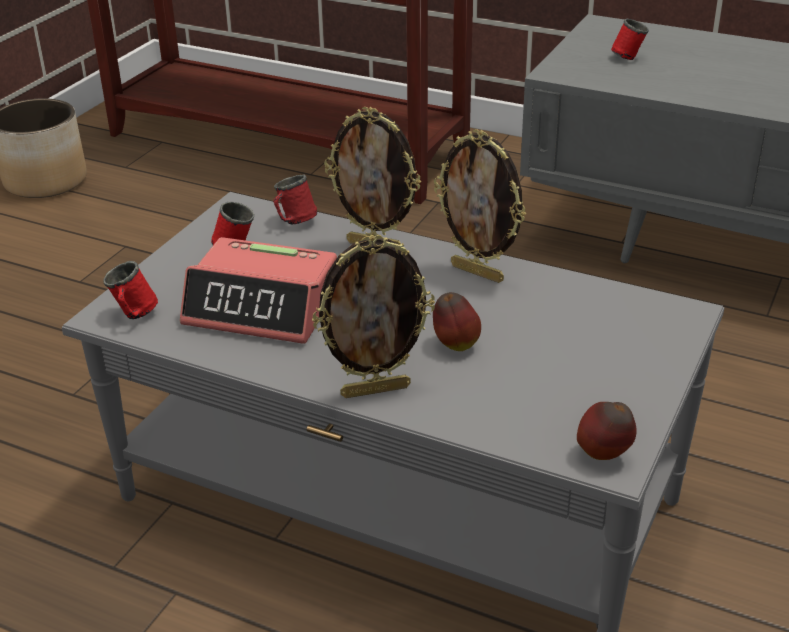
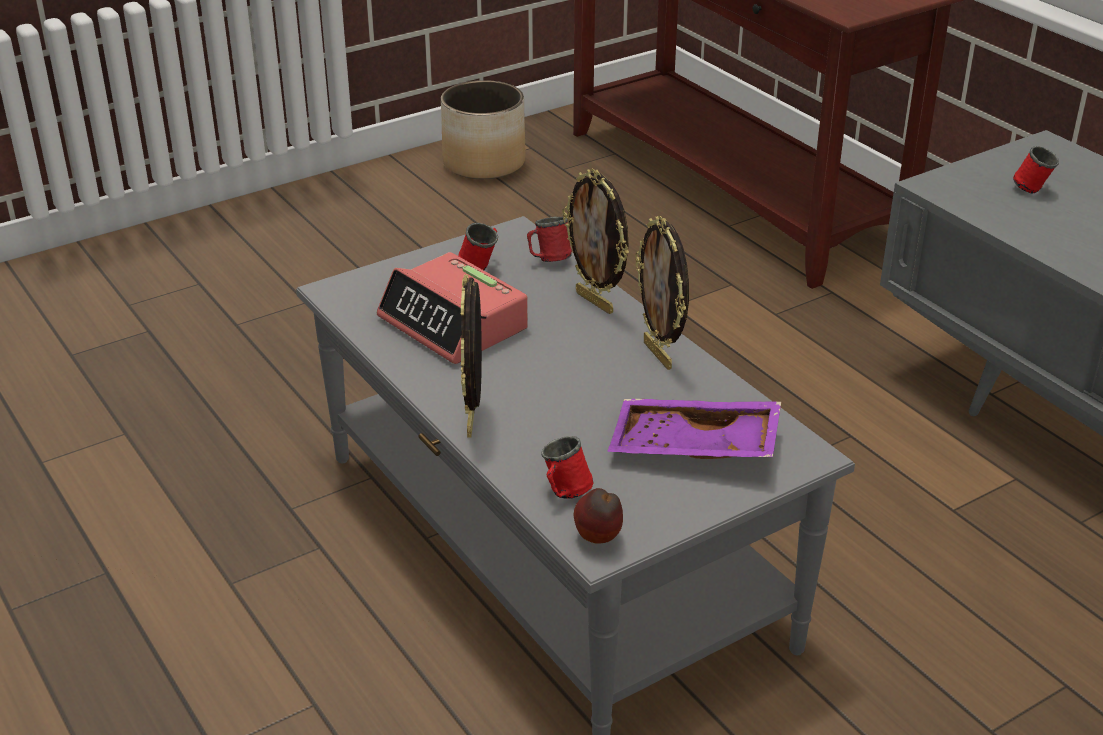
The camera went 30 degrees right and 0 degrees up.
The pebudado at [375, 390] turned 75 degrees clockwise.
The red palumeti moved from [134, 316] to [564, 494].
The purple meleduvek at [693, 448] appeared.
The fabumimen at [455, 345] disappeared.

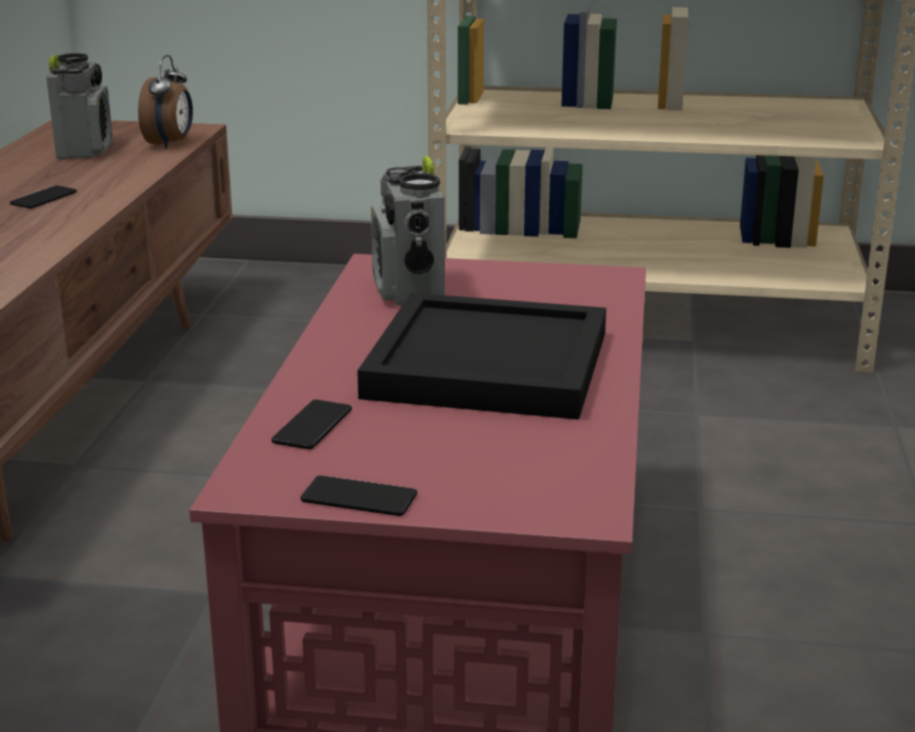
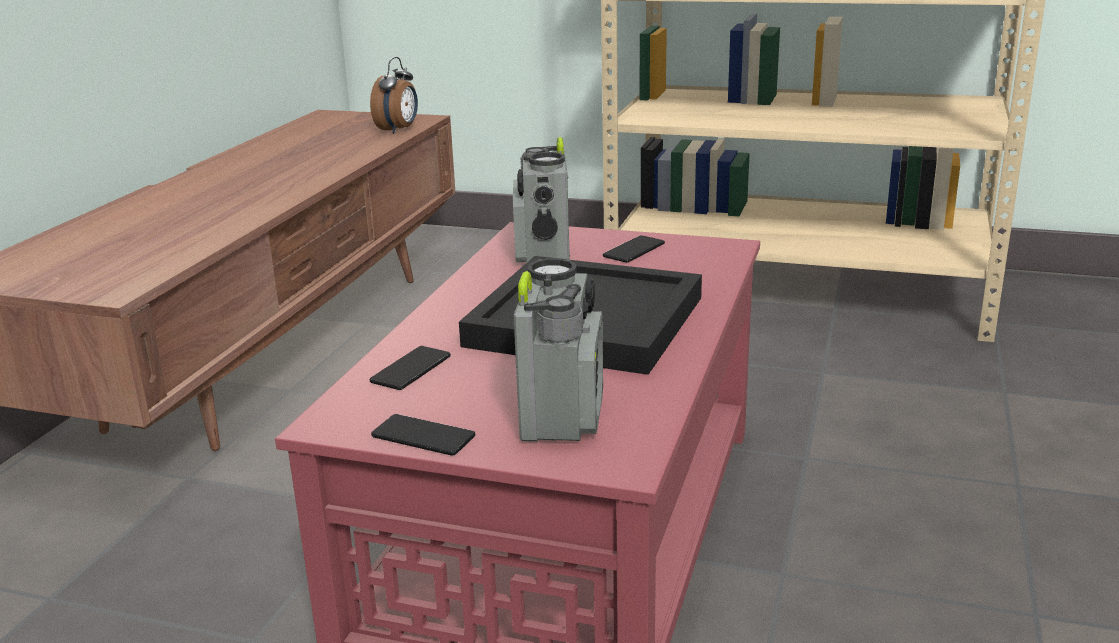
The camera went 10 degrees right and 0 degrees up.
The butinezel moved from [85, 150] to [562, 415].
The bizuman moved from [44, 198] to [634, 250].

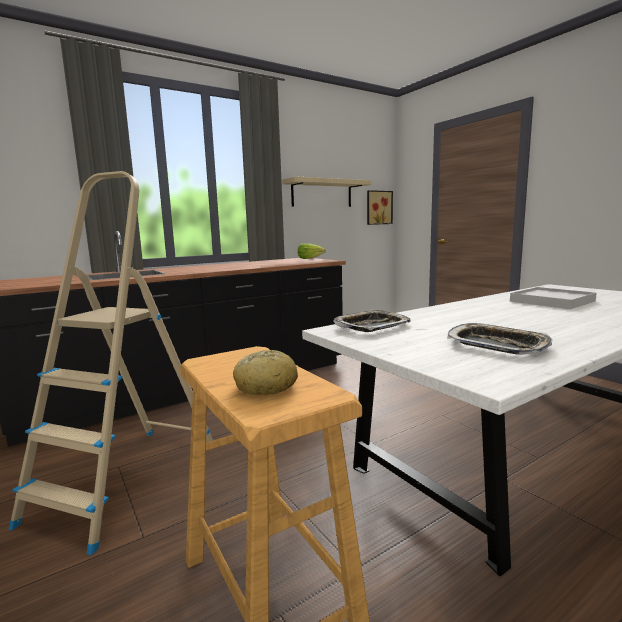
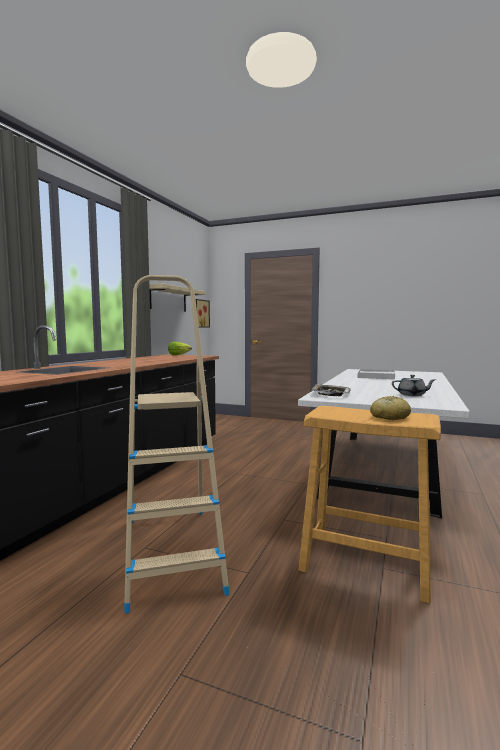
The camera went 35 degrees left and 5 degrees down.
The meleduvek at [496, 345] was replaced by the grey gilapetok at [412, 395].

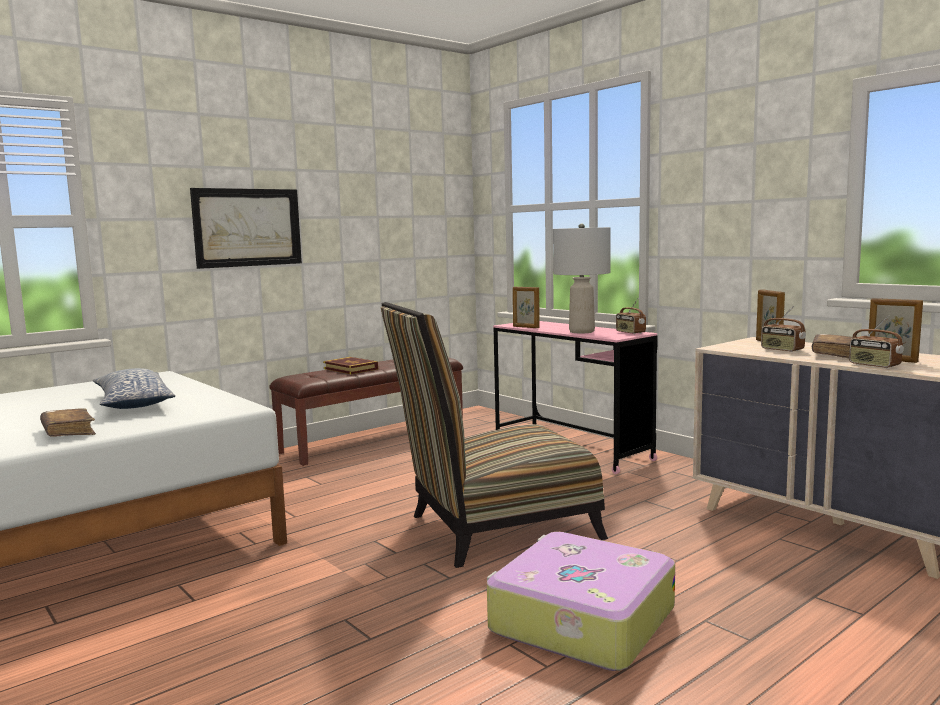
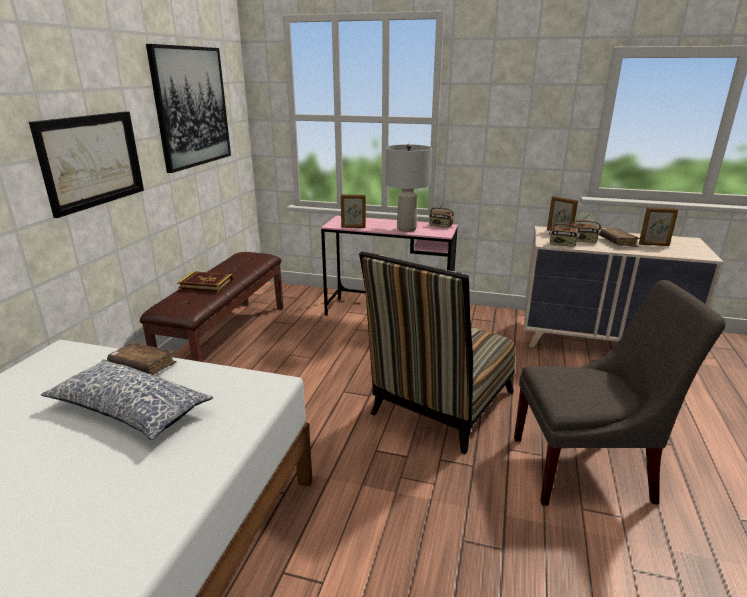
The camera went 35 degrees left and 15 degrees up.
The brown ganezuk moved from [68, 432] to [143, 366].
The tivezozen at [191, 107] appeared.
The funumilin at [580, 620] was replaced by the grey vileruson at [587, 468].
The butinezel moved from [874, 365] to [562, 244].

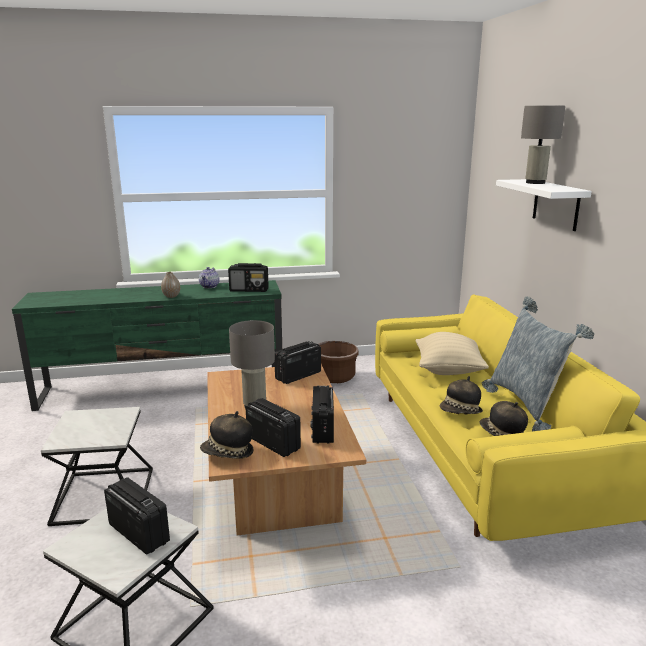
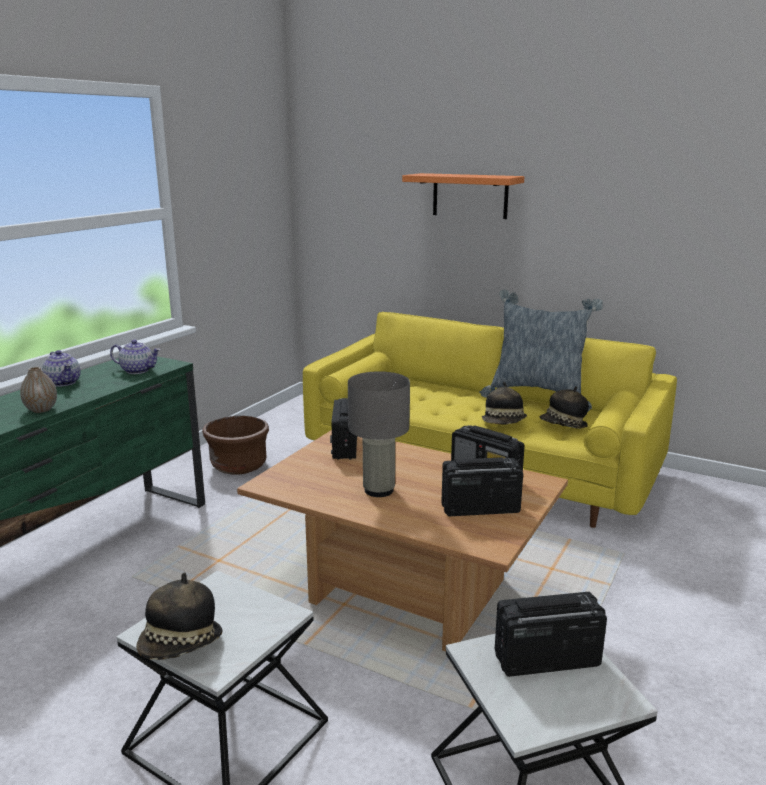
The camera went 50 degrees left and 0 degrees up.
The butinezel at [249, 290] was replaced by the gilapetok at [138, 370].
The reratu moved from [228, 454] to [181, 646].
The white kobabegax at [556, 204] became the orange kobabegax at [470, 196].
The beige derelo at [448, 370] disappeared.
The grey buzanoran at [536, 183] disappeared.

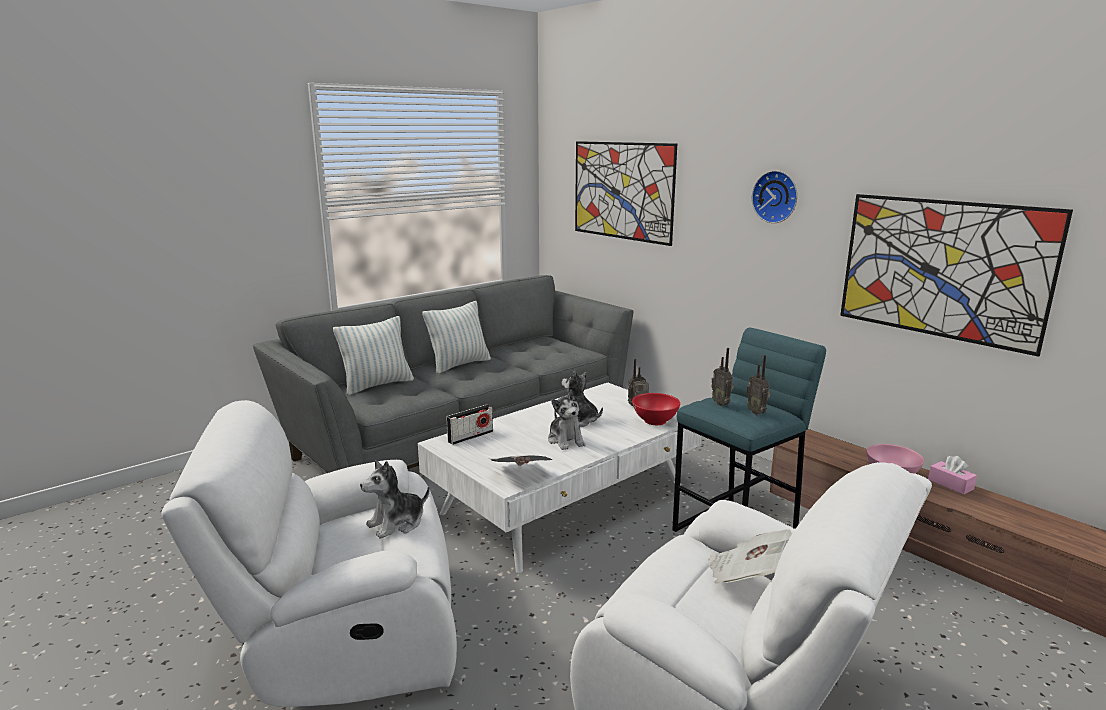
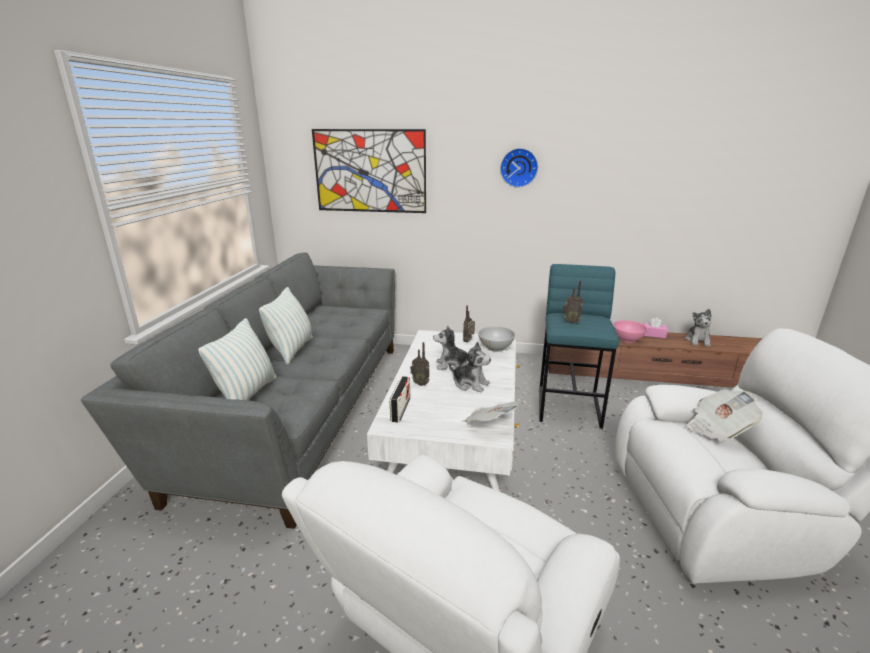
The camera went 40 degrees left and 5 degrees up.
The butinezel moved from [757, 412] to [420, 383].
The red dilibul at [655, 421] became the white dilibul at [496, 348].
The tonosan moved from [397, 523] to [697, 341].
The tivezozen at [942, 269] disappeared.

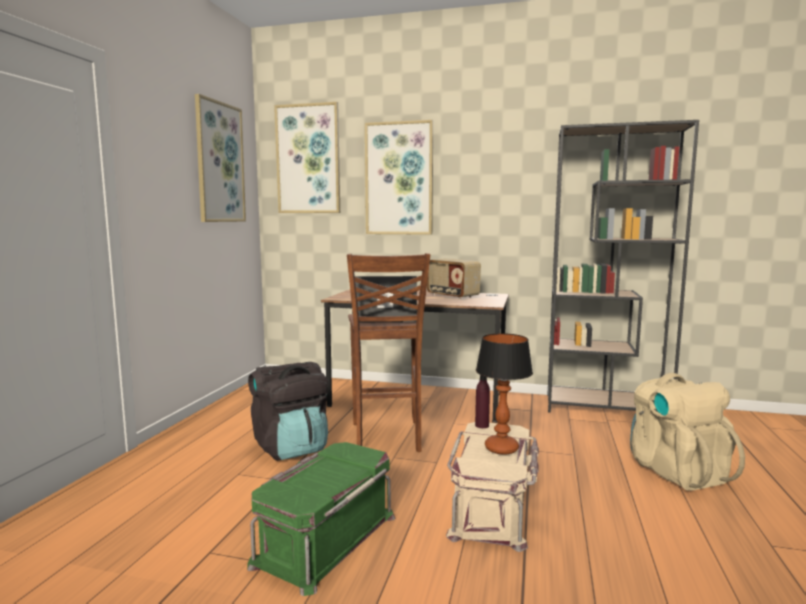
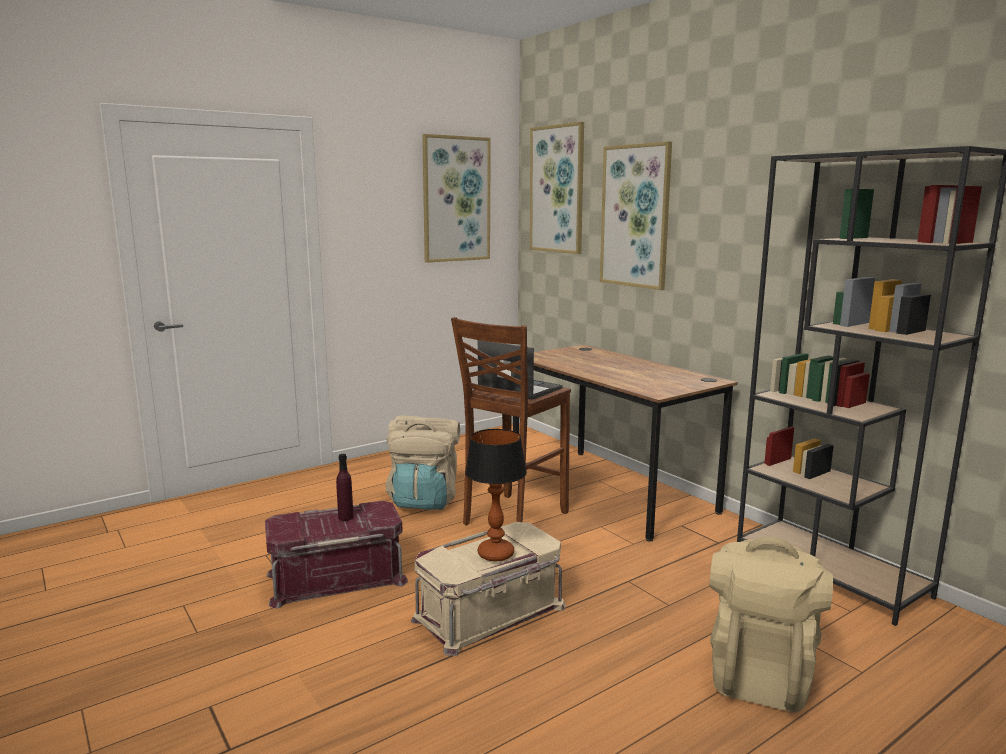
The camera went 40 degrees right and 5 degrees up.
The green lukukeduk at [325, 538] became the red lukukeduk at [336, 577].
The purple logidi moved from [482, 425] to [345, 517].
The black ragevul at [291, 448] became the beige ragevul at [424, 500].
The butinezel at [452, 296] disappeared.

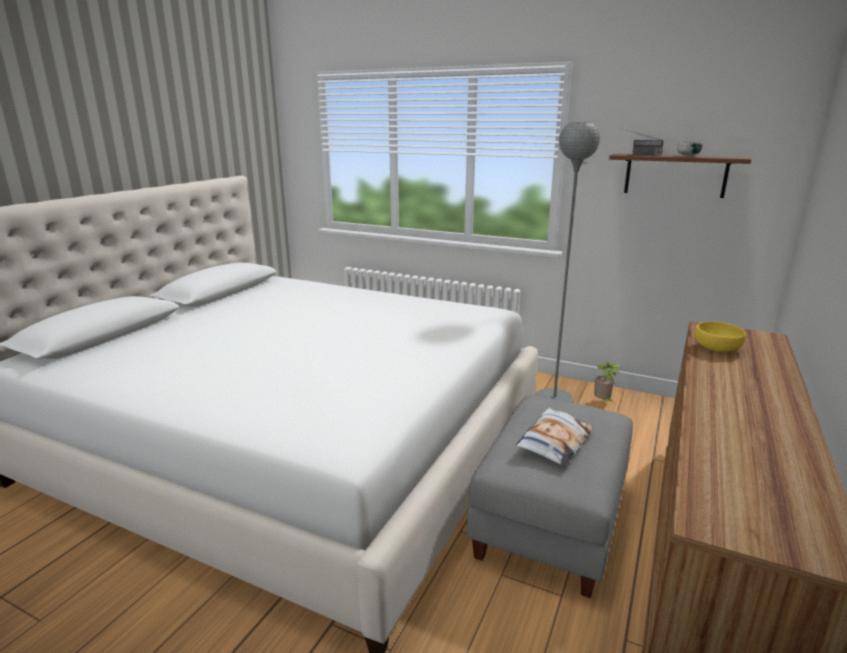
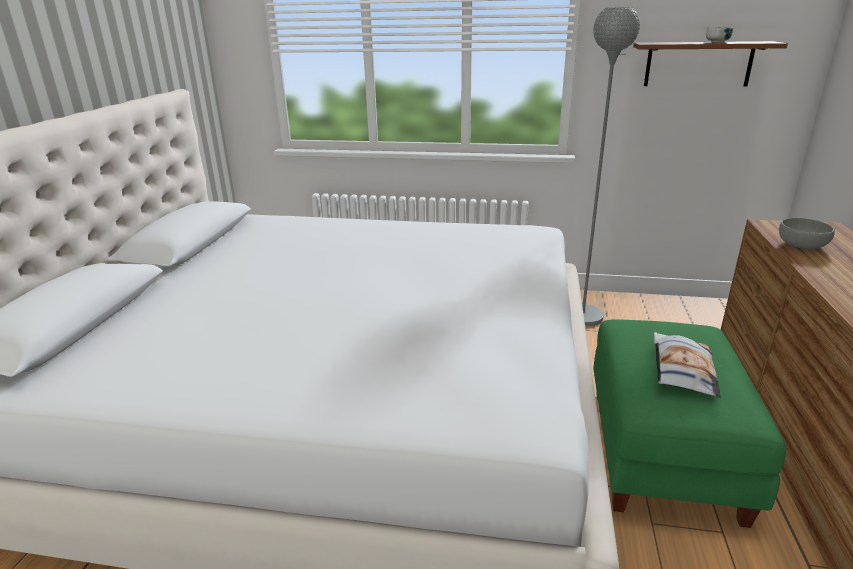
The camera went 15 degrees left and 5 degrees up.
The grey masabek at [550, 520] became the green masabek at [660, 450].
The yellow dilibul at [716, 348] became the grey dilibul at [801, 245].
The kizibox at [603, 402] disappeared.
The butinezel at [638, 154] disappeared.

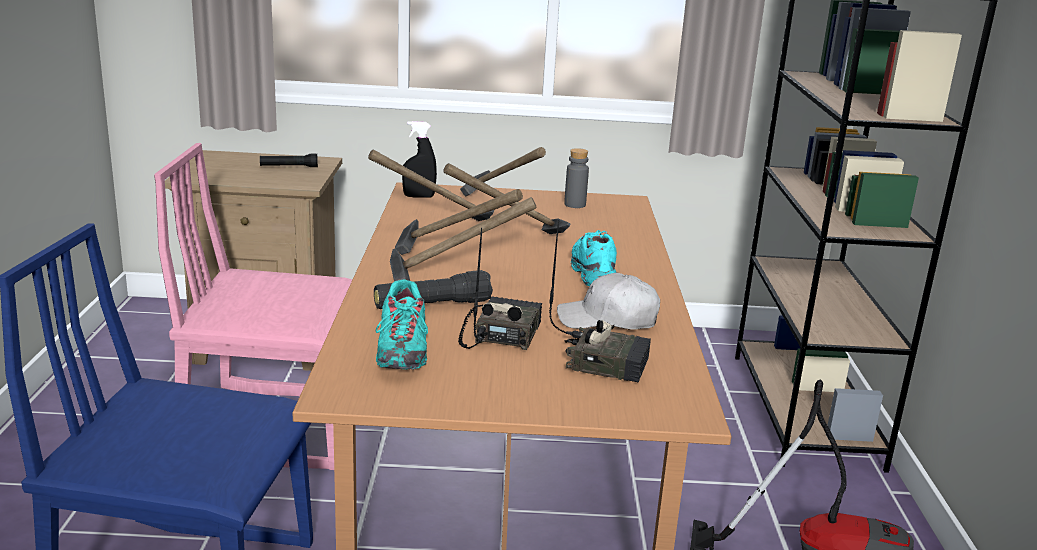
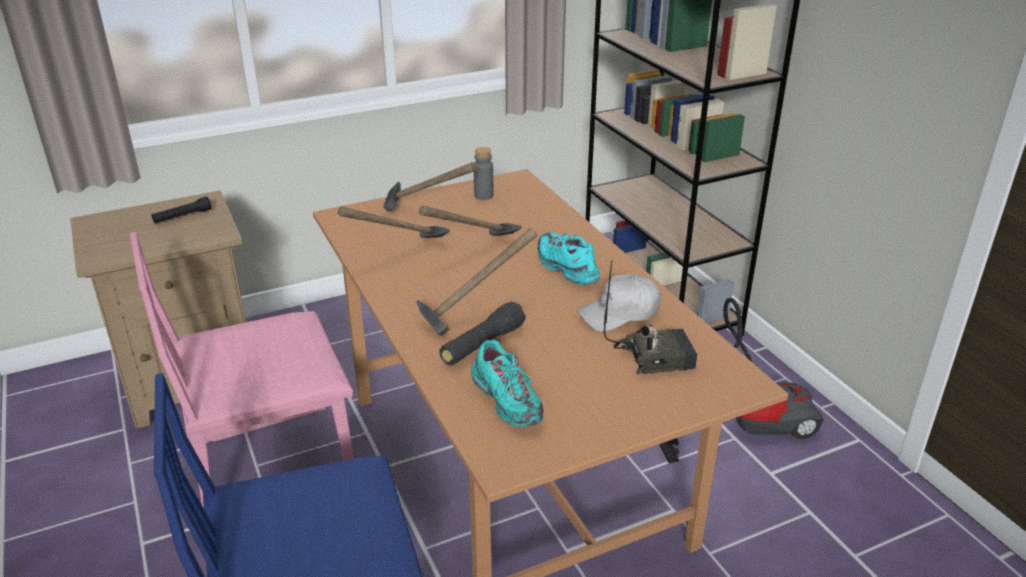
The camera went 25 degrees left and 10 degrees up.
The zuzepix at [452, 260] disappeared.
The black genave at [419, 196] disappeared.
The butinezel at [500, 334] disappeared.

